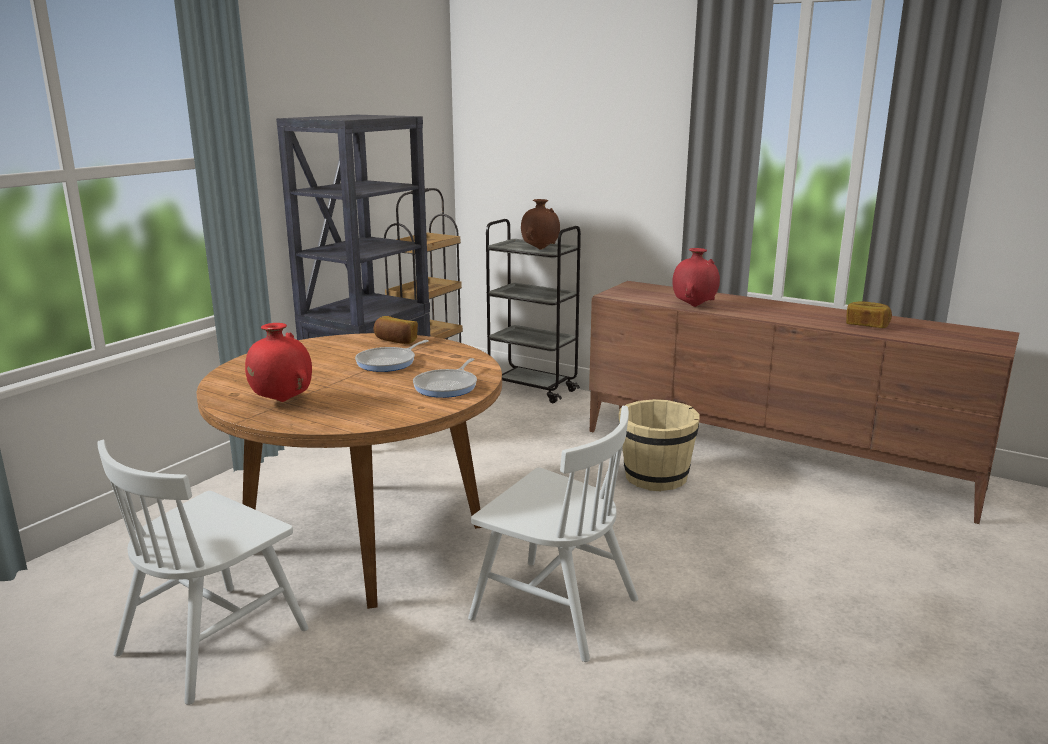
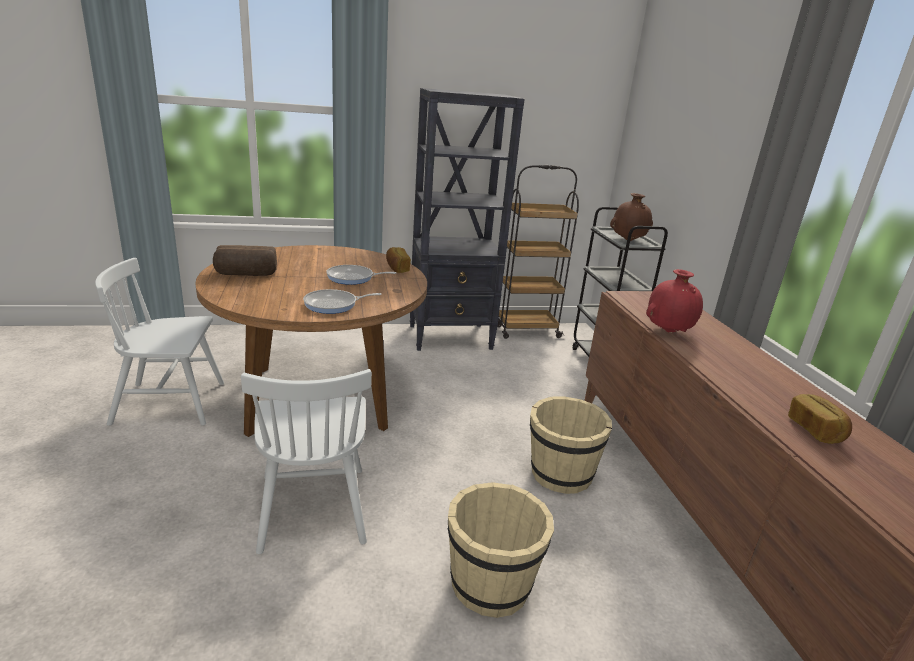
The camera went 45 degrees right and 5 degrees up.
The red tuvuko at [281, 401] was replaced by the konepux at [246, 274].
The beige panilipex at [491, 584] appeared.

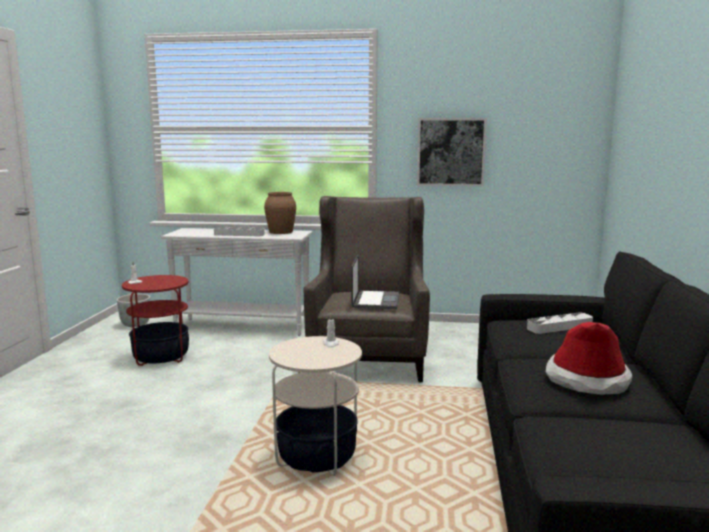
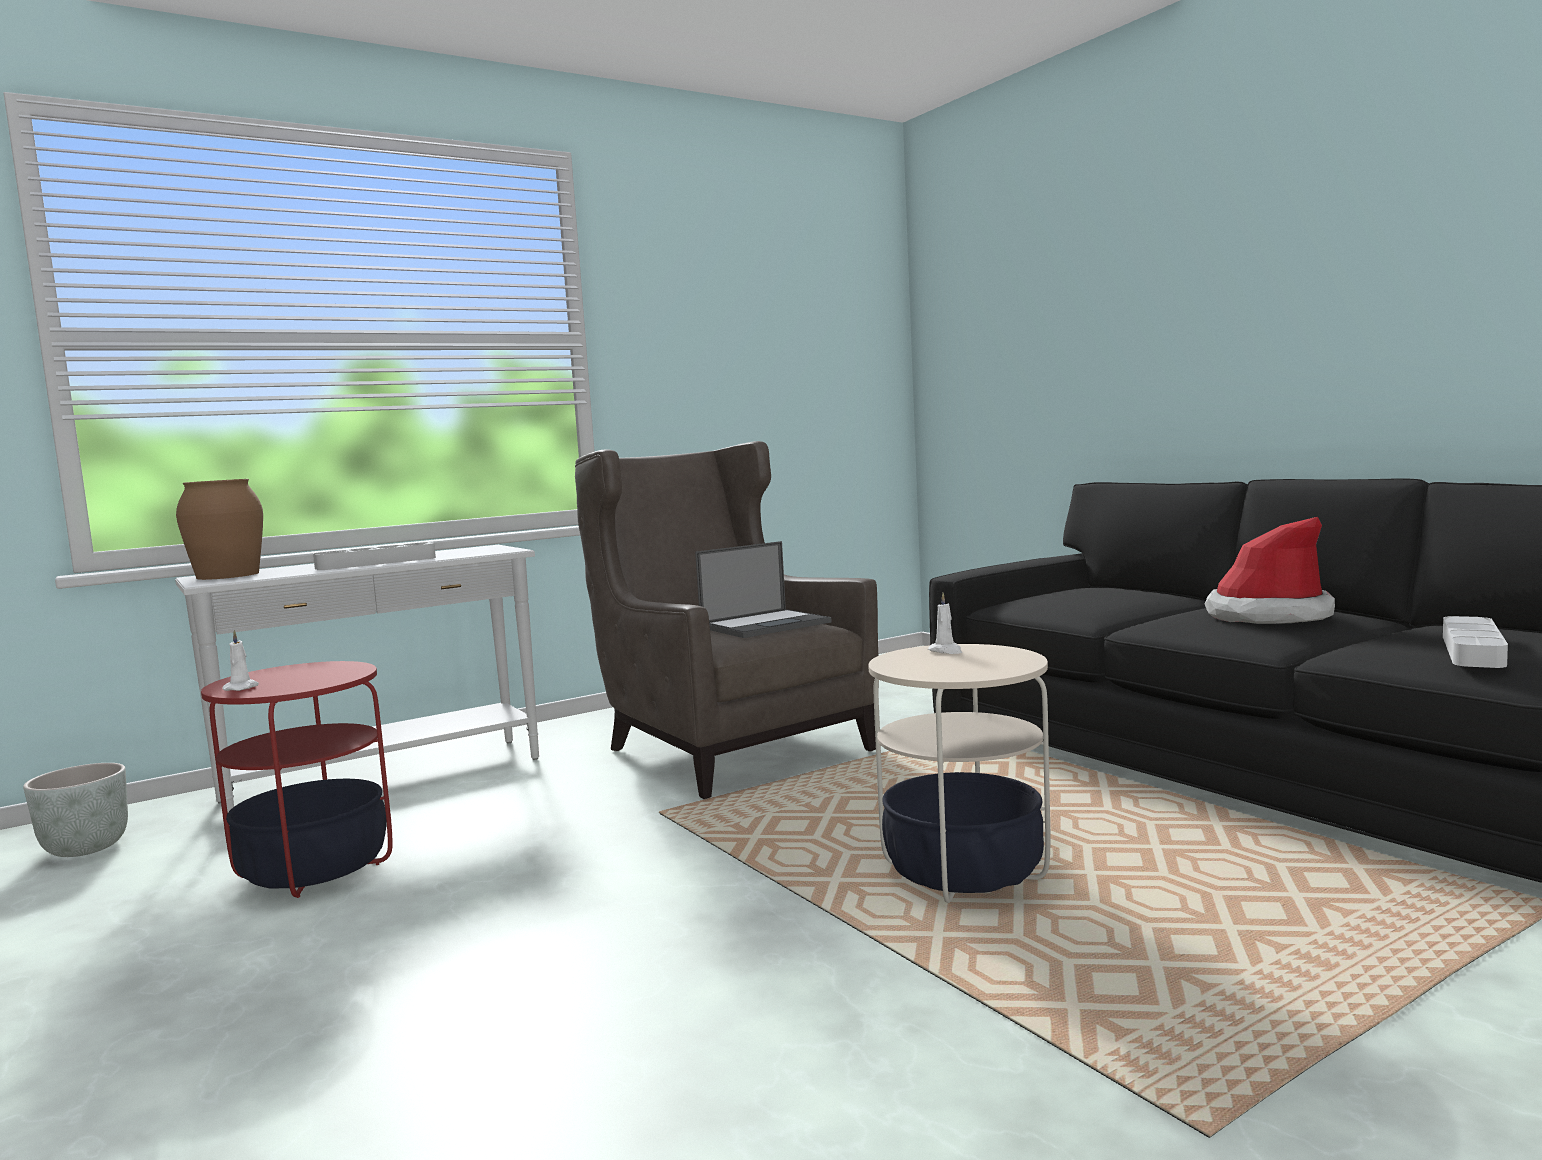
The camera went 40 degrees left and 5 degrees down.
The brown tuvuko moved from [281, 232] to [229, 575].
The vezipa at [375, 300] turned 90 degrees clockwise.
The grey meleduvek moved from [559, 327] to [1472, 650].
The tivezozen at [451, 152] disappeared.

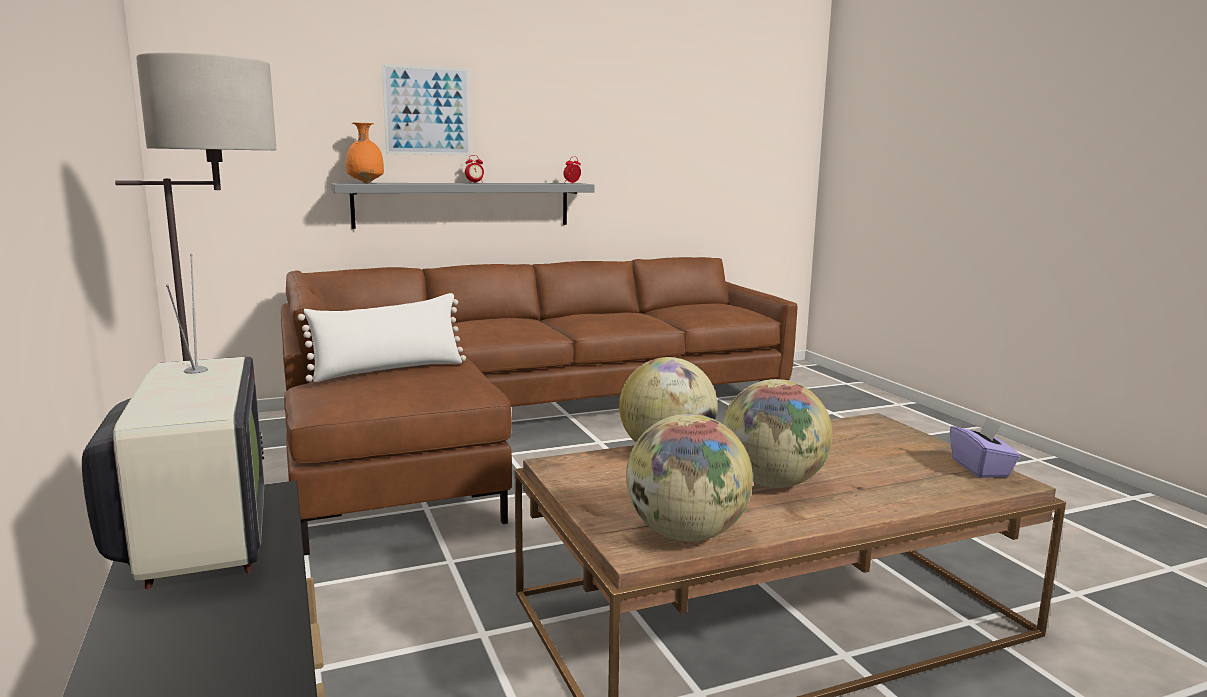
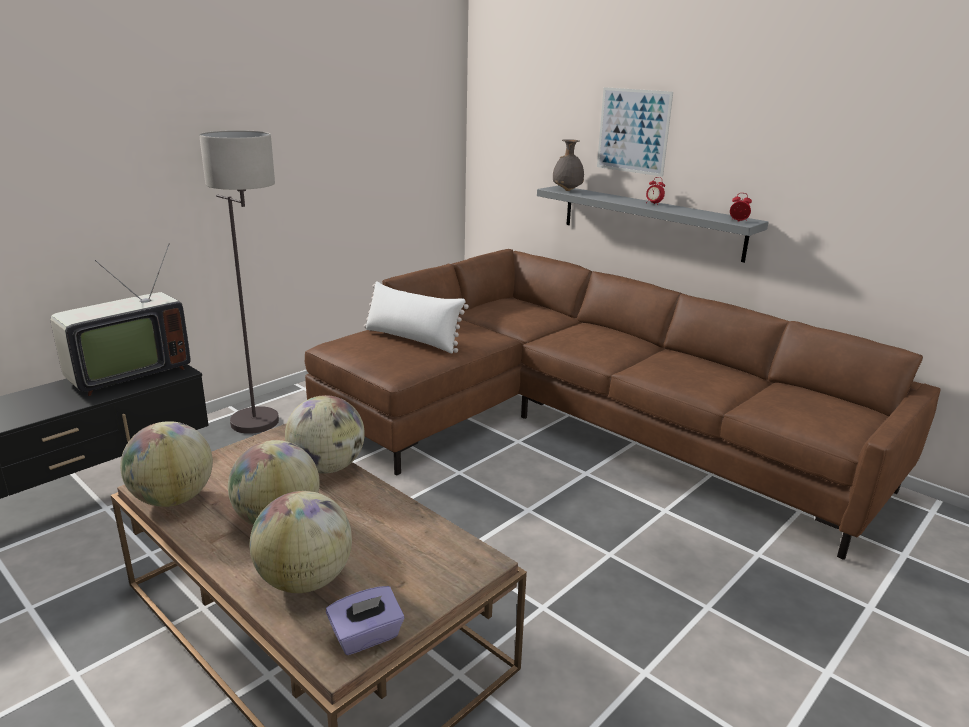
The camera went 65 degrees right and 10 degrees up.
The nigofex at [305, 580] appeared.
The orange tuvuko at [365, 183] became the grey tuvuko at [567, 190].

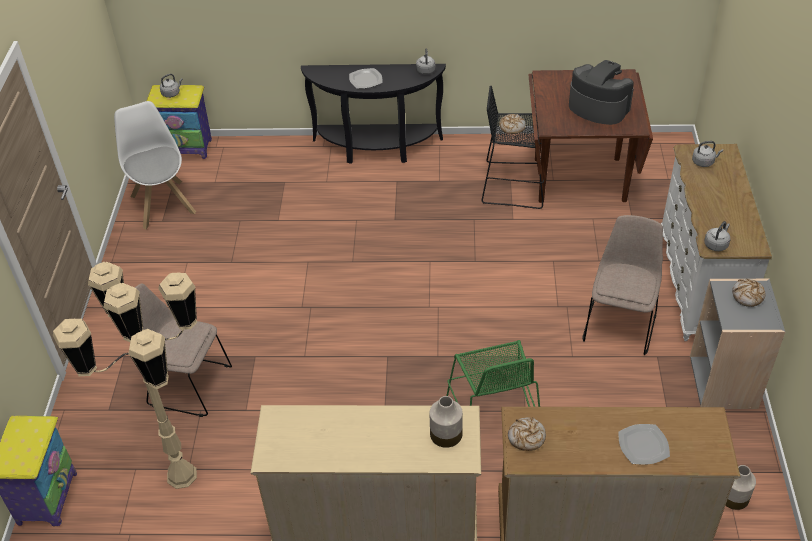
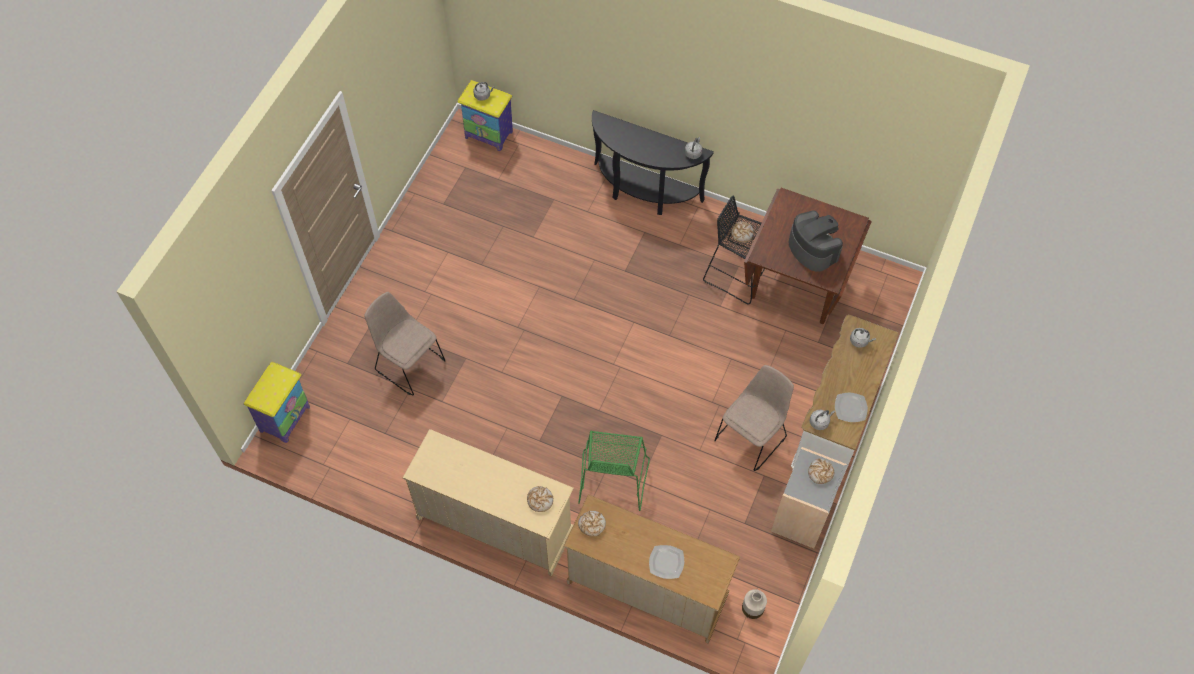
The camera went 20 degrees right and 15 degrees up.
The beige tuvuko at [445, 434] was replaced by the konepux at [540, 500].
The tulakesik moved from [366, 79] to [851, 408].
The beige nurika at [181, 475] disappeared.
The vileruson at [162, 203] disappeared.

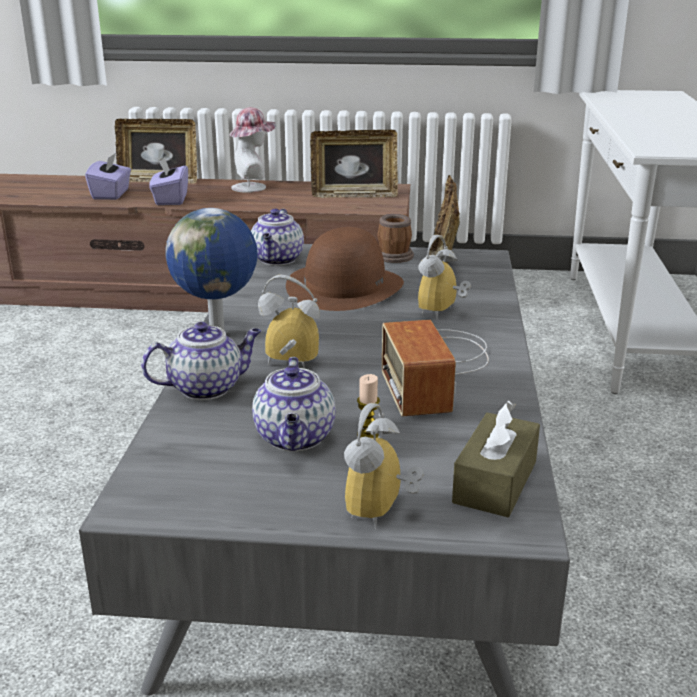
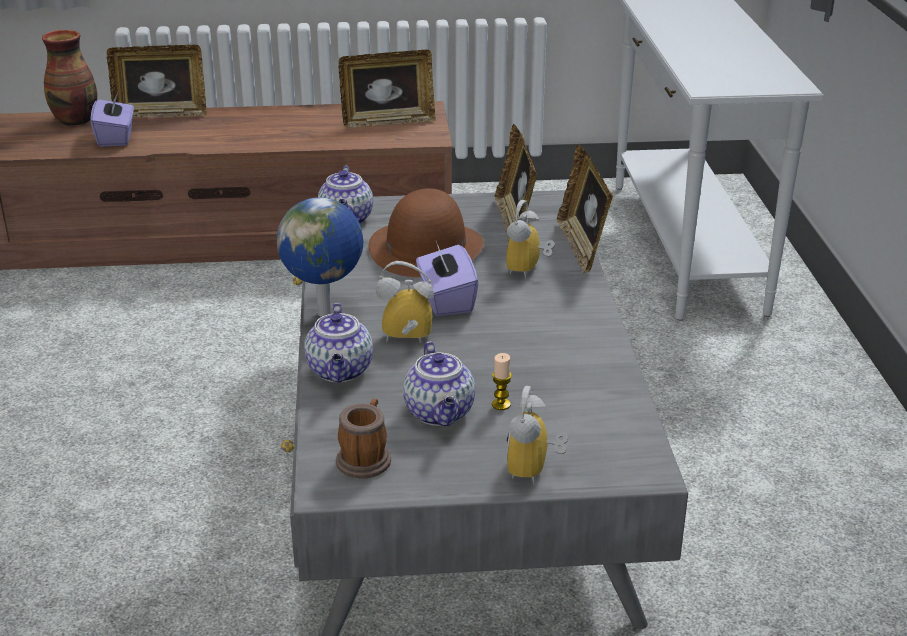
The camera went 10 degrees left and 5 degrees up.
The tuvuko at [76, 120] appeared.
The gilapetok at [207, 388] turned 120 degrees clockwise.
The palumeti moved from [396, 255] to [365, 458].
The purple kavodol moved from [170, 199] to [446, 300].
The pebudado at [582, 247] appeared.
The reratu at [253, 187] disappeared.
The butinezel at [437, 368] disappeared.
The brown kavodol at [495, 482] disappeared.

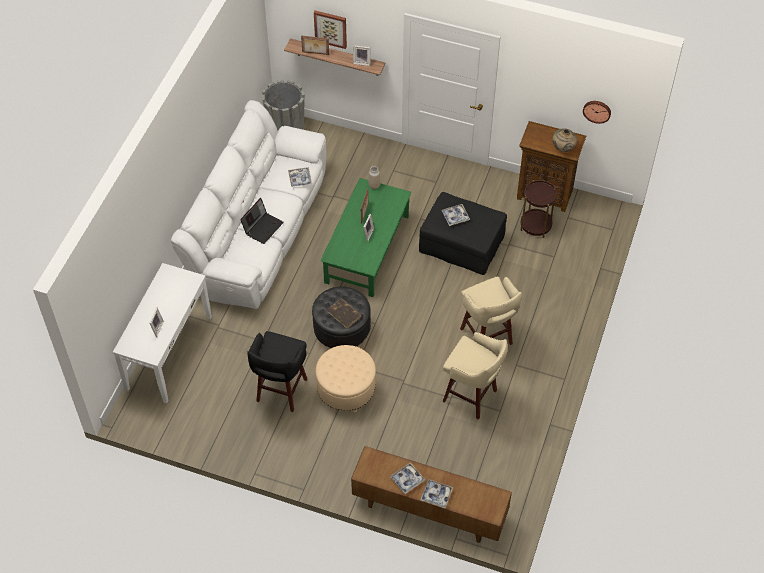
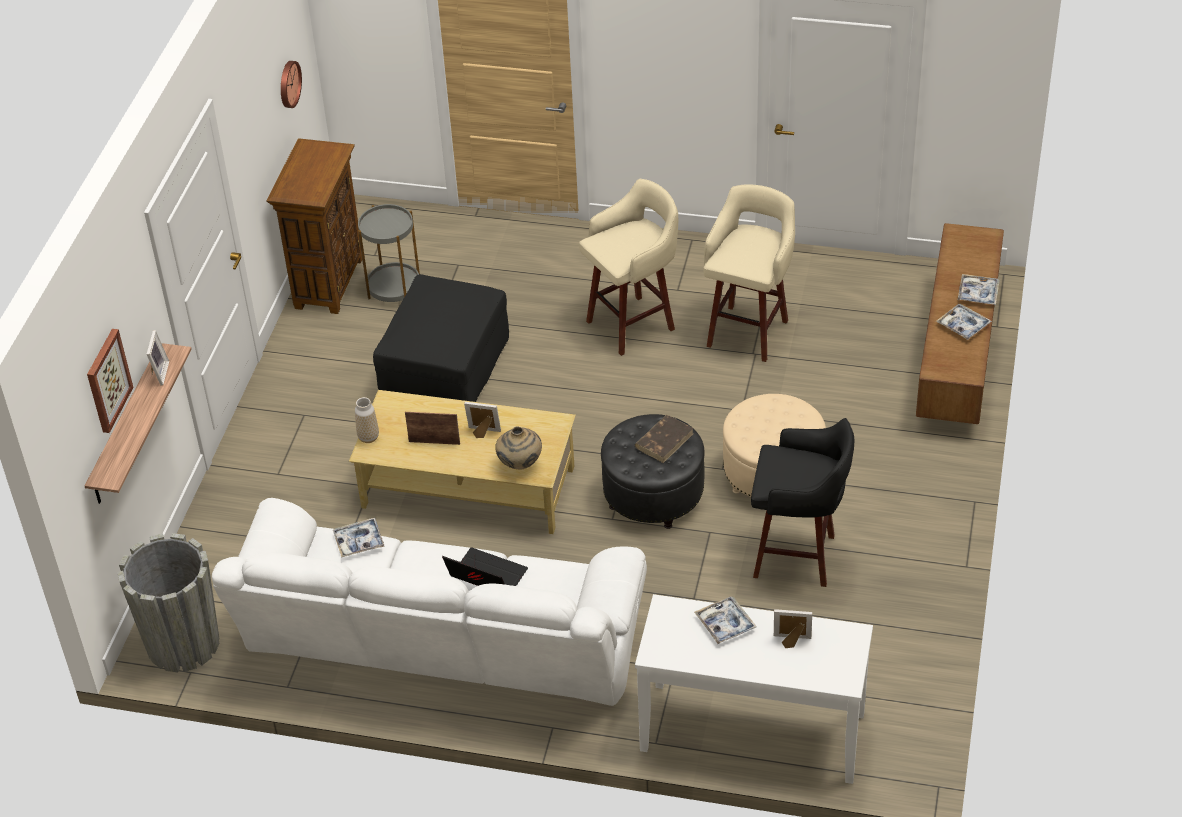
The camera went 95 degrees left and 10 degrees down.
The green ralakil at [366, 248] became the beige ralakil at [467, 487].
The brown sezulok at [536, 225] became the grey sezulok at [394, 288].
The beige tuvuko moved from [563, 148] to [520, 465].
The meleduvek moved from [455, 217] to [725, 624].
The pebudado at [315, 53] disappeared.

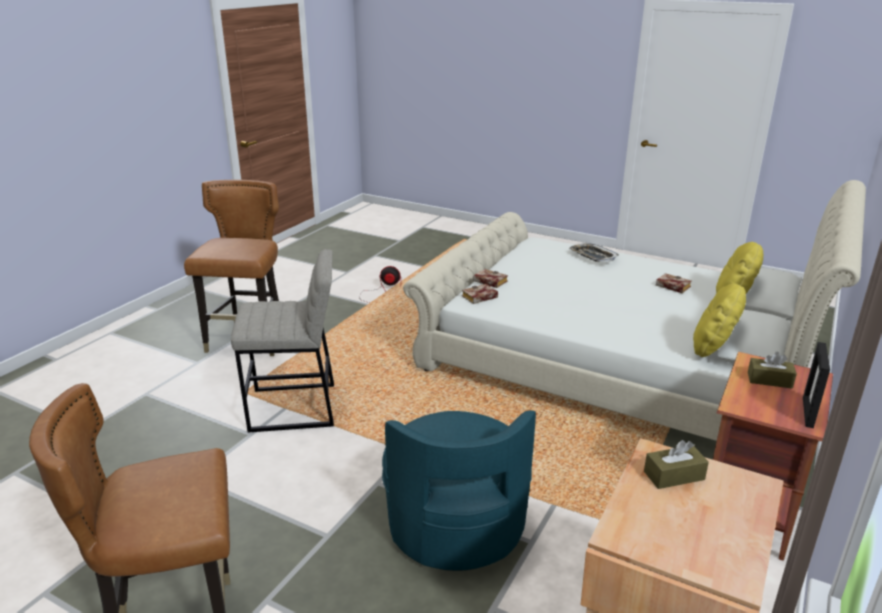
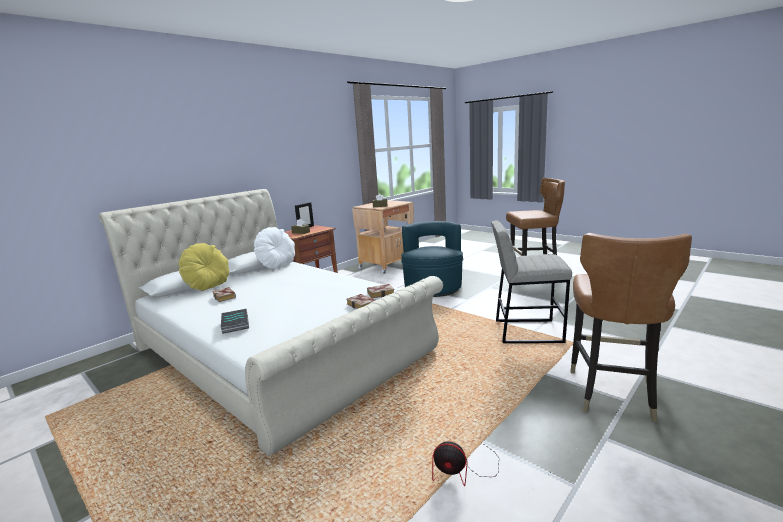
The camera went 165 degrees left and 10 degrees down.
The meleduvek at [593, 256] was replaced by the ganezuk at [236, 324].
The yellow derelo at [712, 350] became the white derelo at [277, 266].

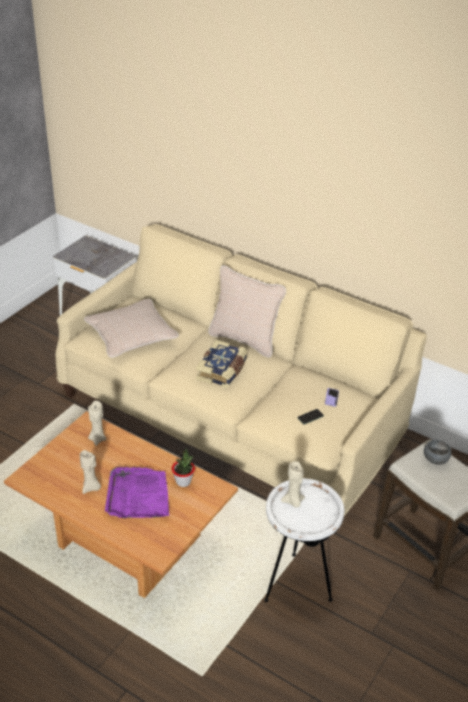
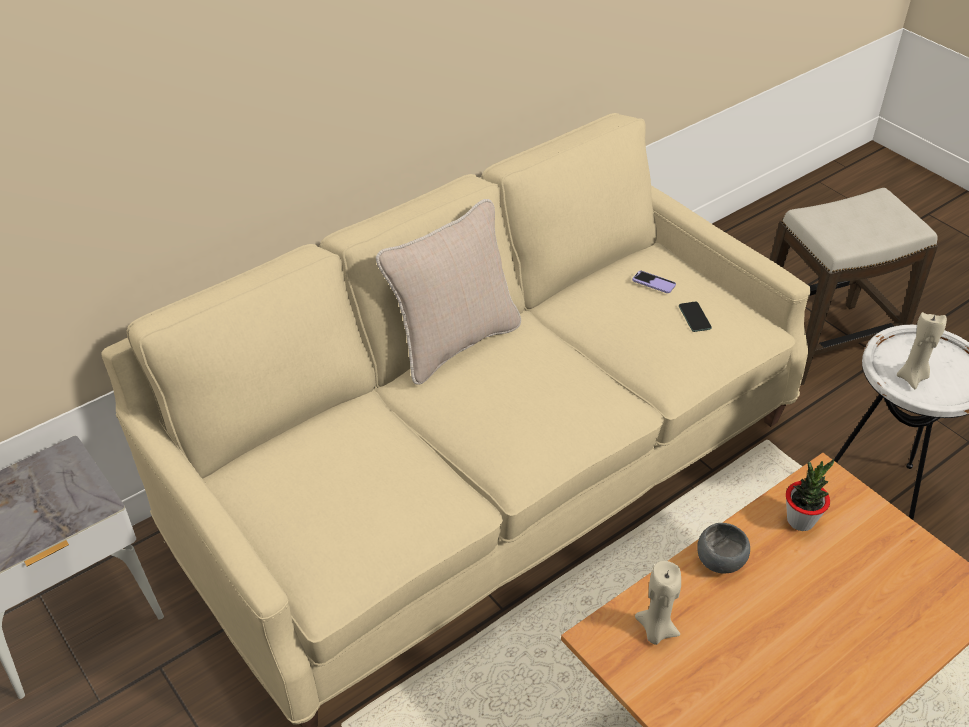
The camera went 70 degrees left and 5 degrees up.
The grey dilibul moved from [436, 460] to [721, 560].
The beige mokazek at [91, 487] disappeared.
The beige derelo at [131, 334] disappeared.
The purple meleduvek at [138, 496] disappeared.
The ganezuk at [222, 371] disappeared.

